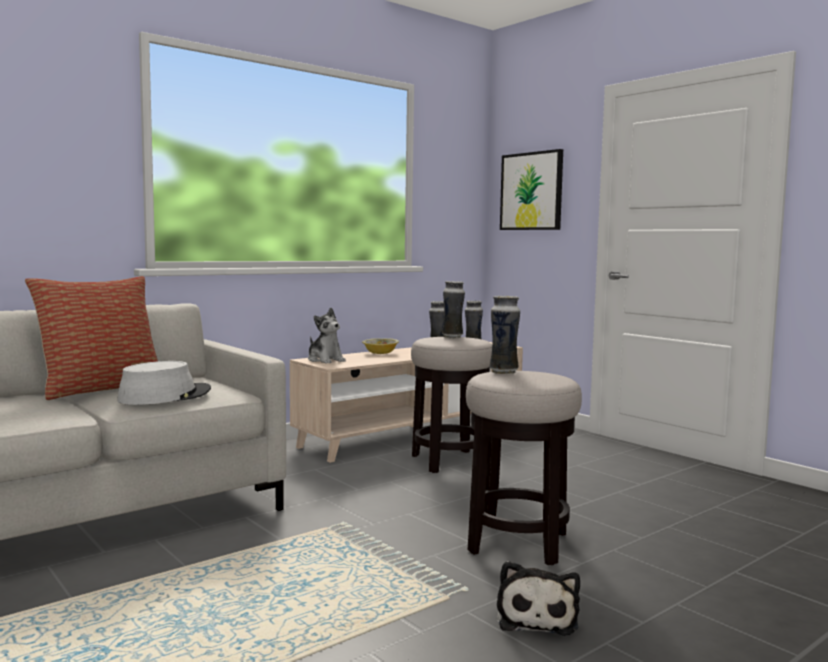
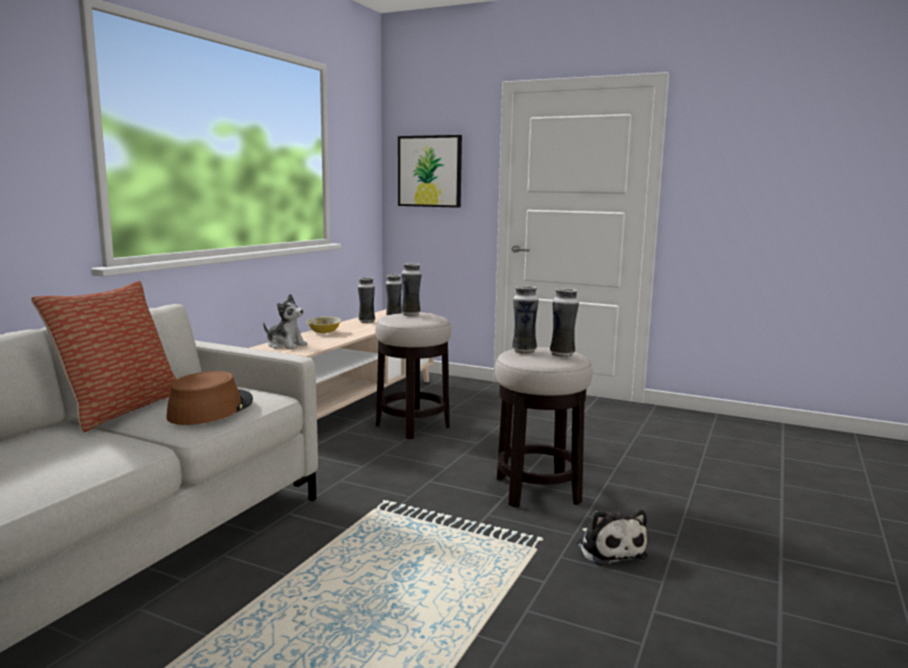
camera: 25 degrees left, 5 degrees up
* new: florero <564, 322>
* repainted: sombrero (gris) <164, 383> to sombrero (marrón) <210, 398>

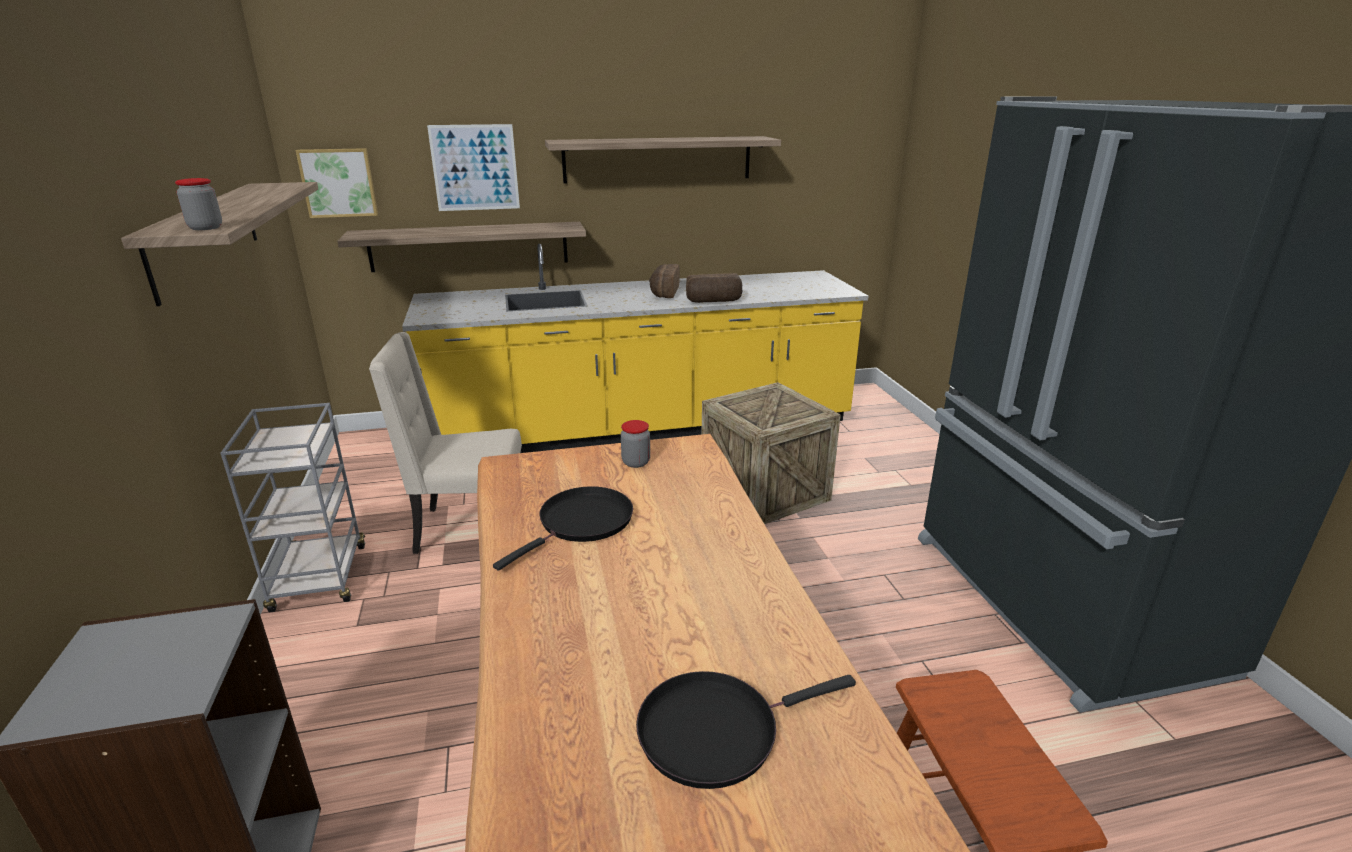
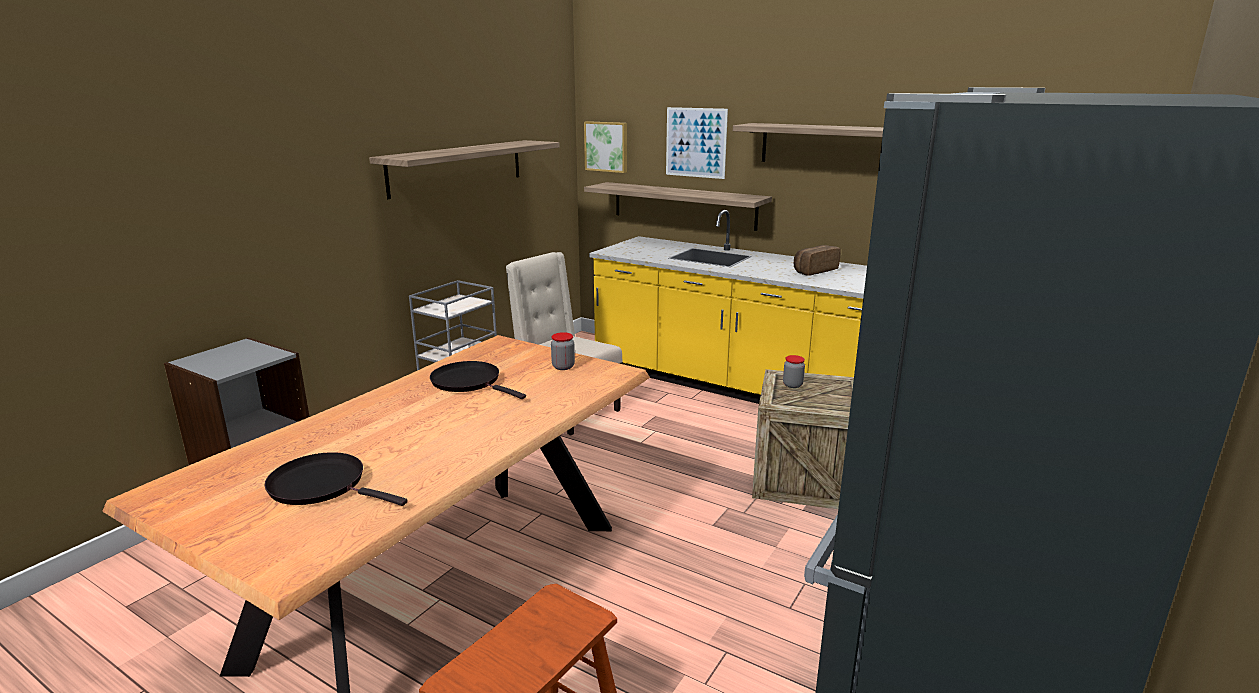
camera: 45 degrees right, 5 degrees down
* gone: pan <714, 288>
* shifted: tarro <198, 204> to <794, 371>
* rotated: sartén (negro) <563, 528> = <478, 380> 135 degrees counterclockwise

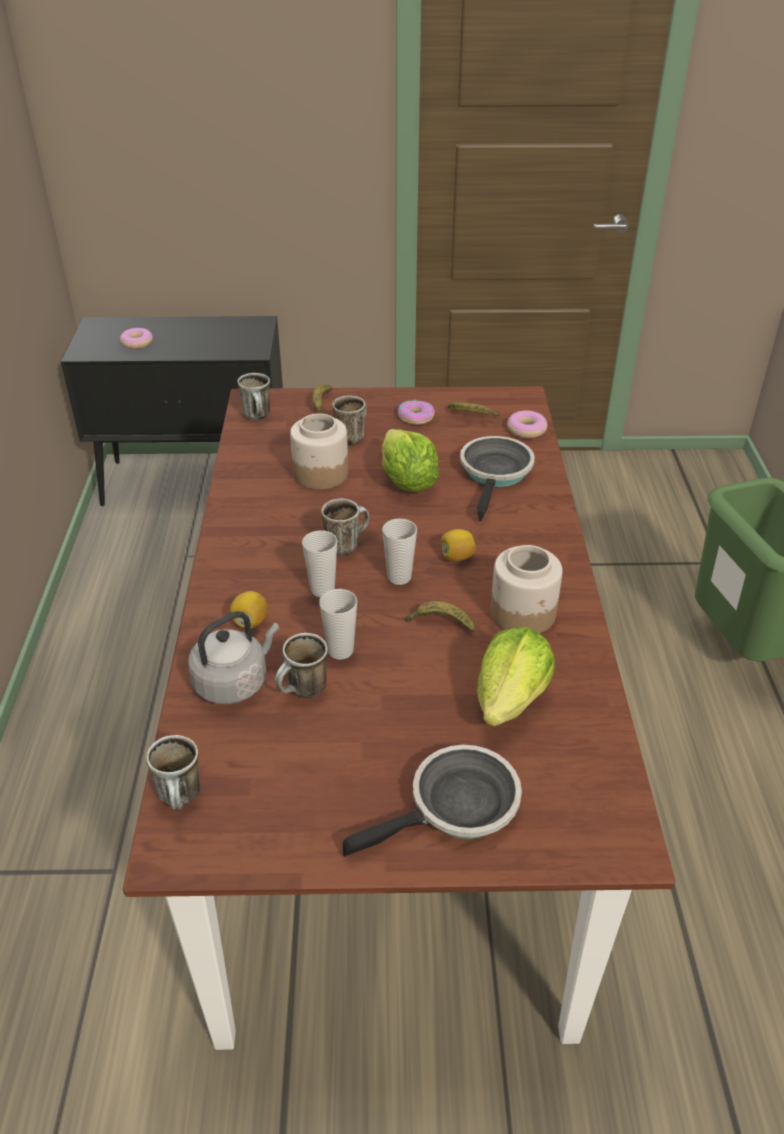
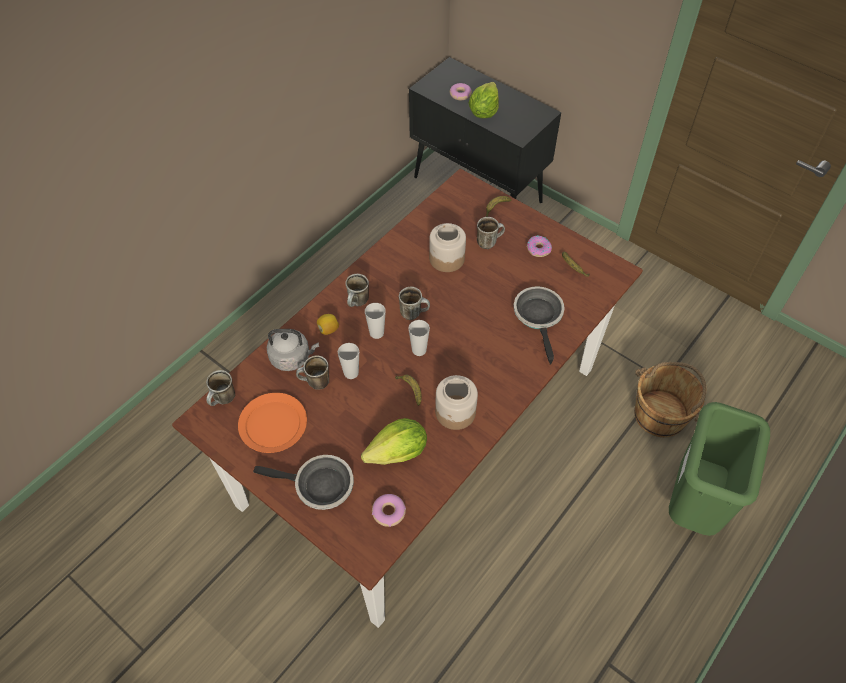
camera: 40 degrees right, 15 degrees up
* gone: limón <458, 545>
* new: plato (naranja) <272, 423>
* new: cubo (marrón) <670, 399>
* shifted: taza grande <253, 396> to <357, 290>
* shifted: lechuga <410, 460> to <483, 100>
* shifted: rosquilla <527, 424> to <389, 510>
* rotated: sartén <497, 478> = <539, 325> 60 degrees counterclockwise

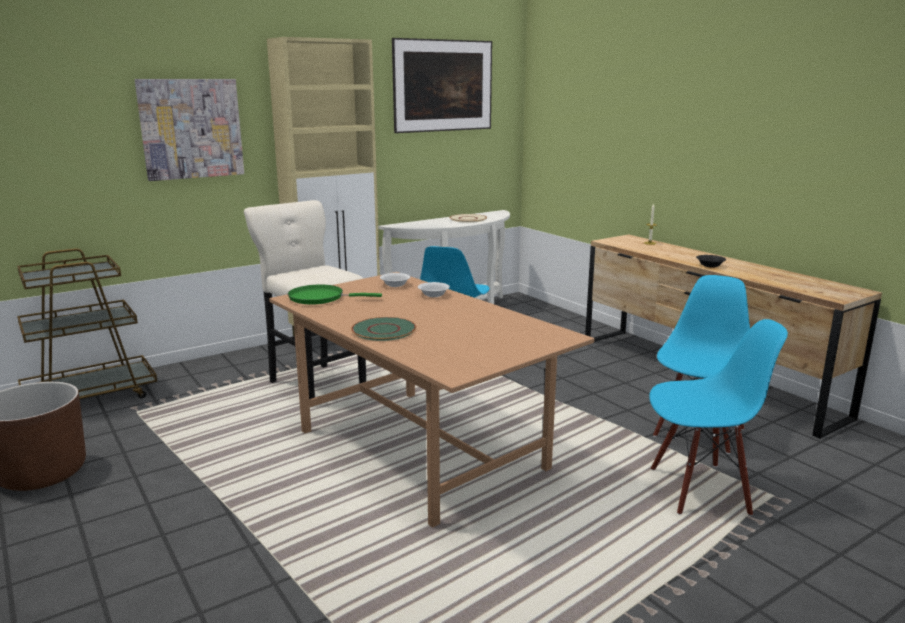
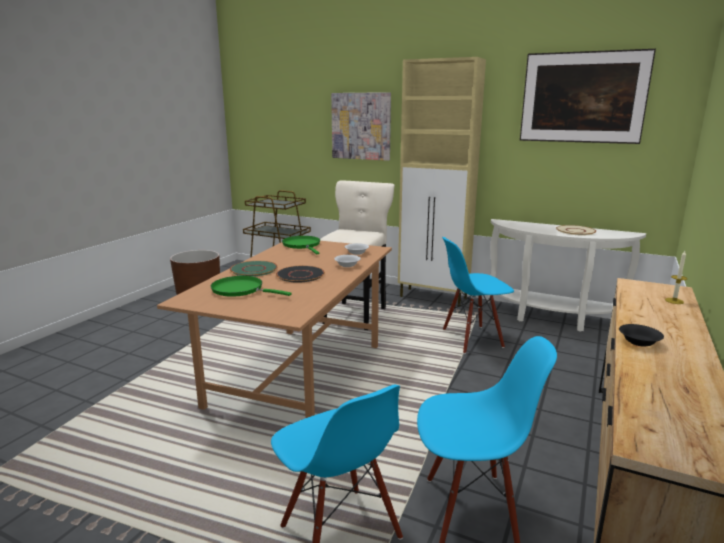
camera: 60 degrees right, 0 degrees up
* new: sartén (verde) <251, 286>
* new: plato (negro) <300, 274>

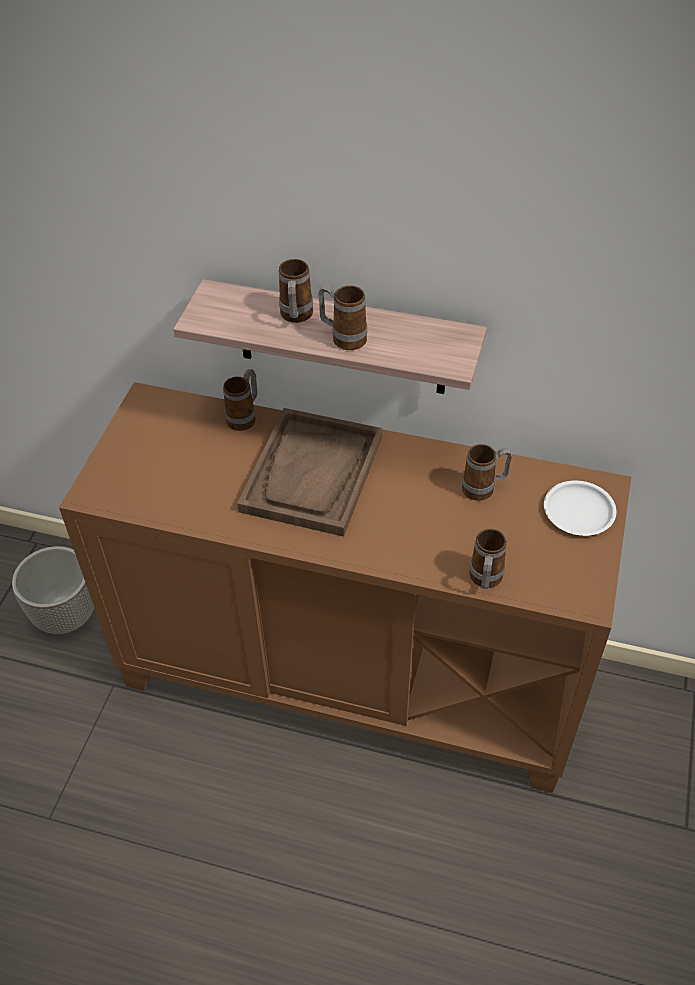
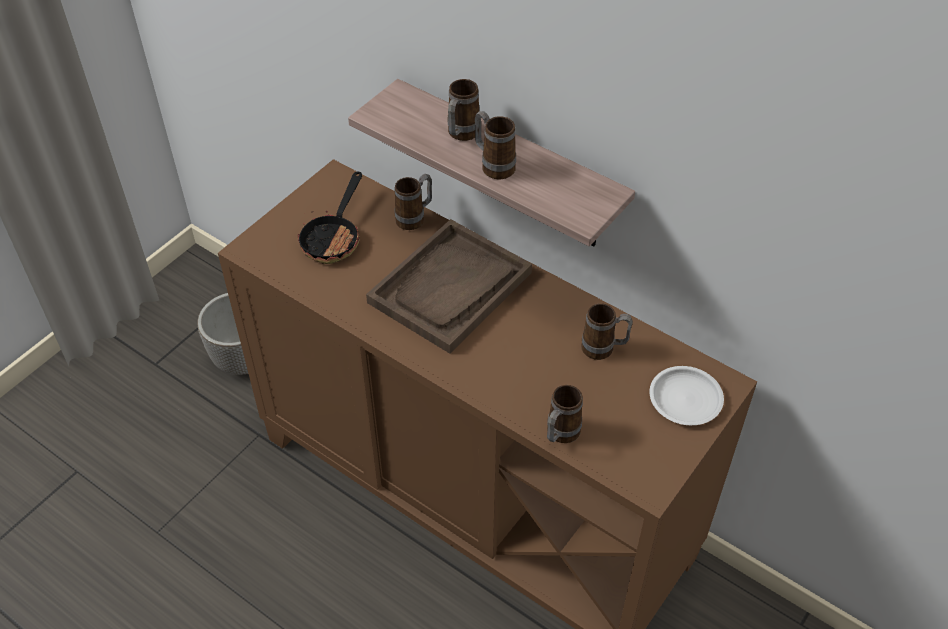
camera: 20 degrees right, 0 degrees up
* new: sartén <330, 218>

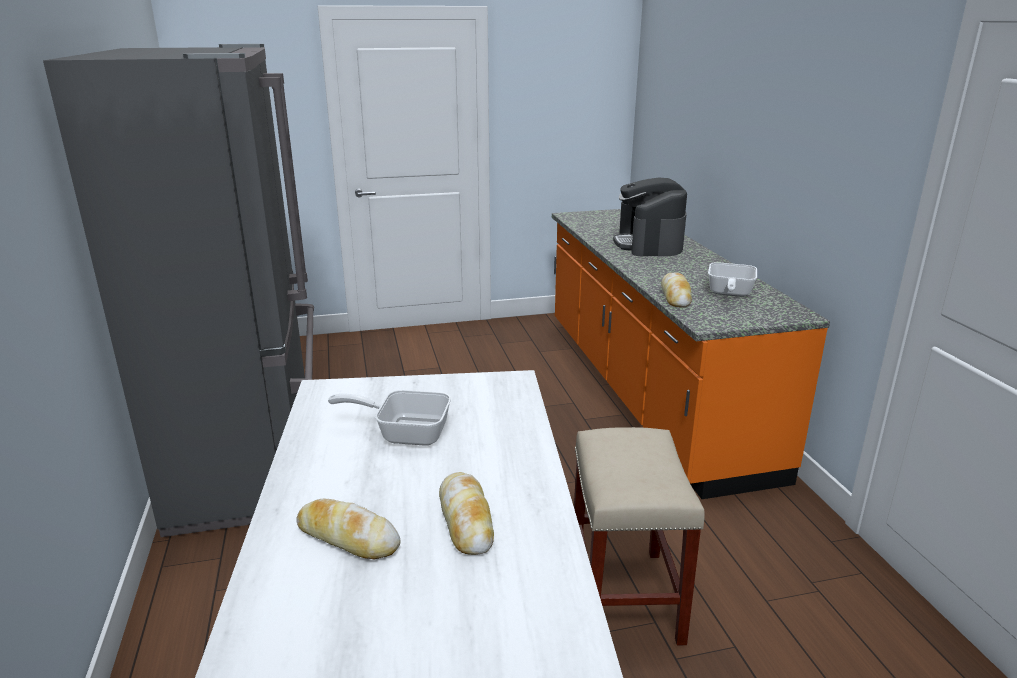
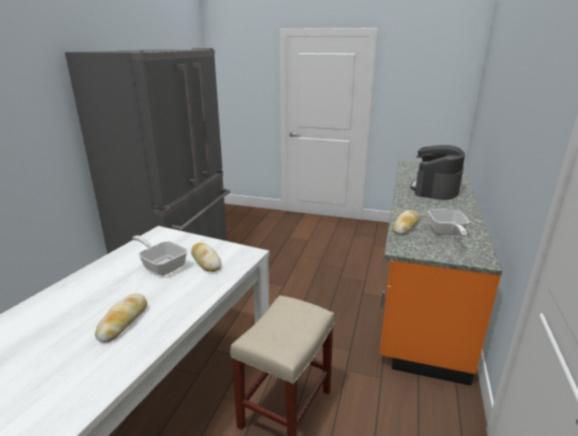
camera: 30 degrees right, 0 degrees up
* shifted: pan <349, 529> to <206, 257>
* rotated: sartén <732, 279> = <449, 223> 45 degrees counterclockwise

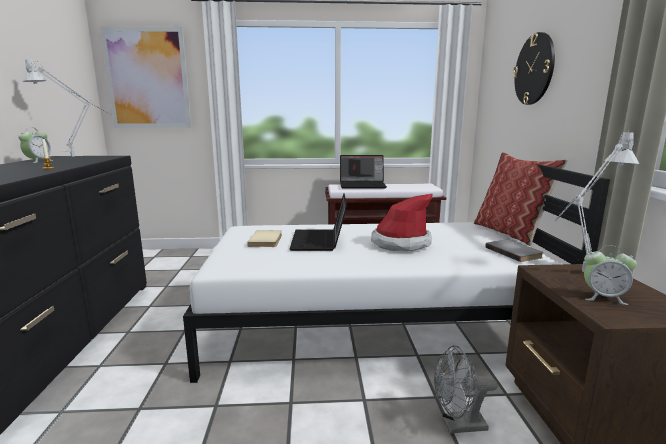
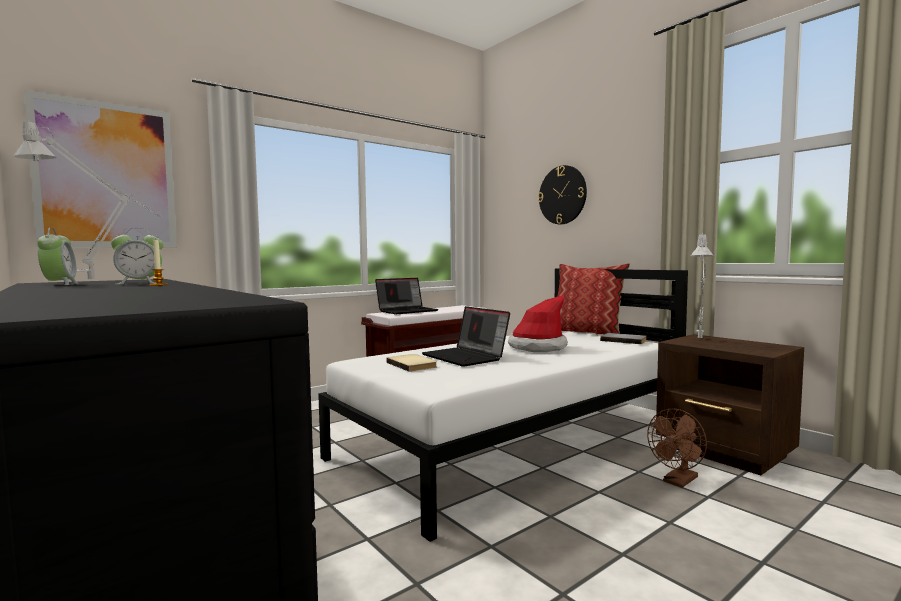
camera: 35 degrees left, 10 degrees down
* shifted: despertador <610, 275> to <137, 256>
* repainted: ventilador (gris) <466, 389> to ventilador (marrón) <677, 448>

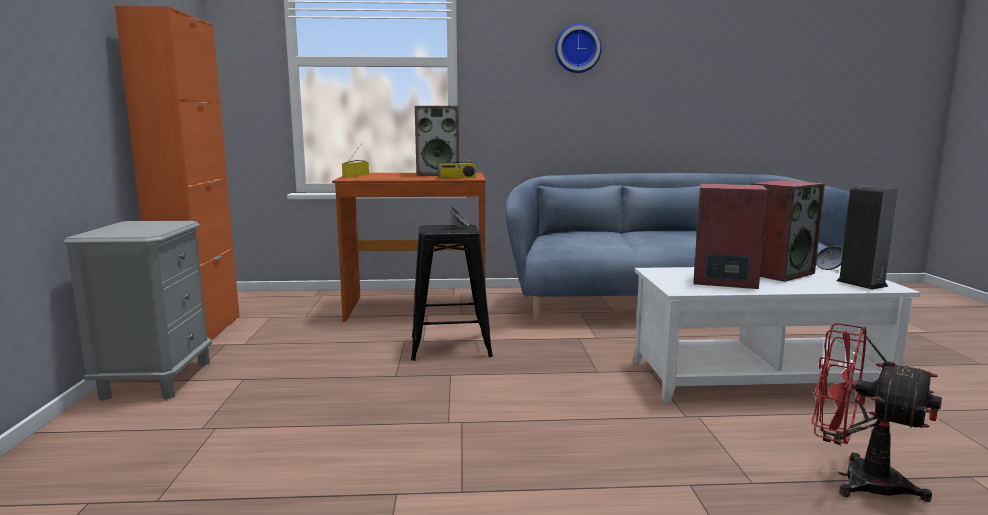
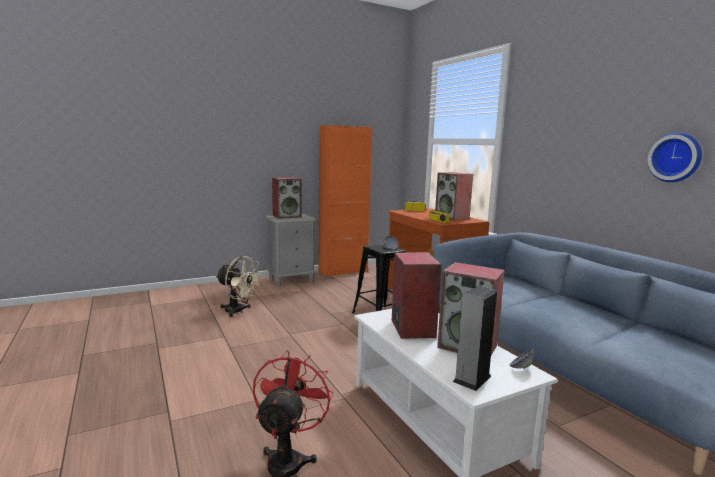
camera: 65 degrees right, 0 degrees up
* new: ventilador (beis) <239, 286>
* new: altavoz <287, 198>
* shifted: reloj de pared <578, 48> to <675, 157>

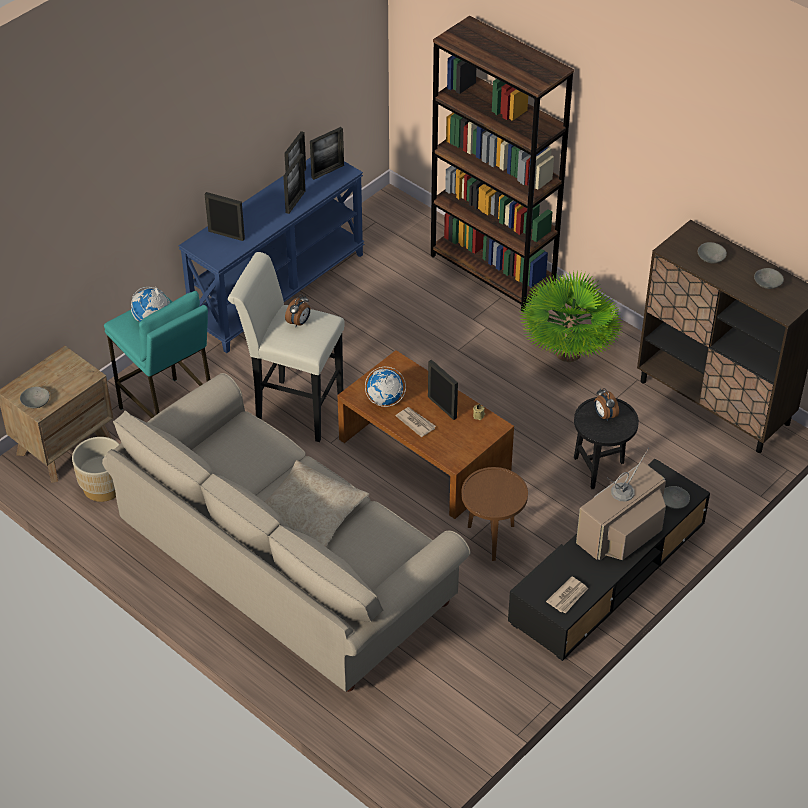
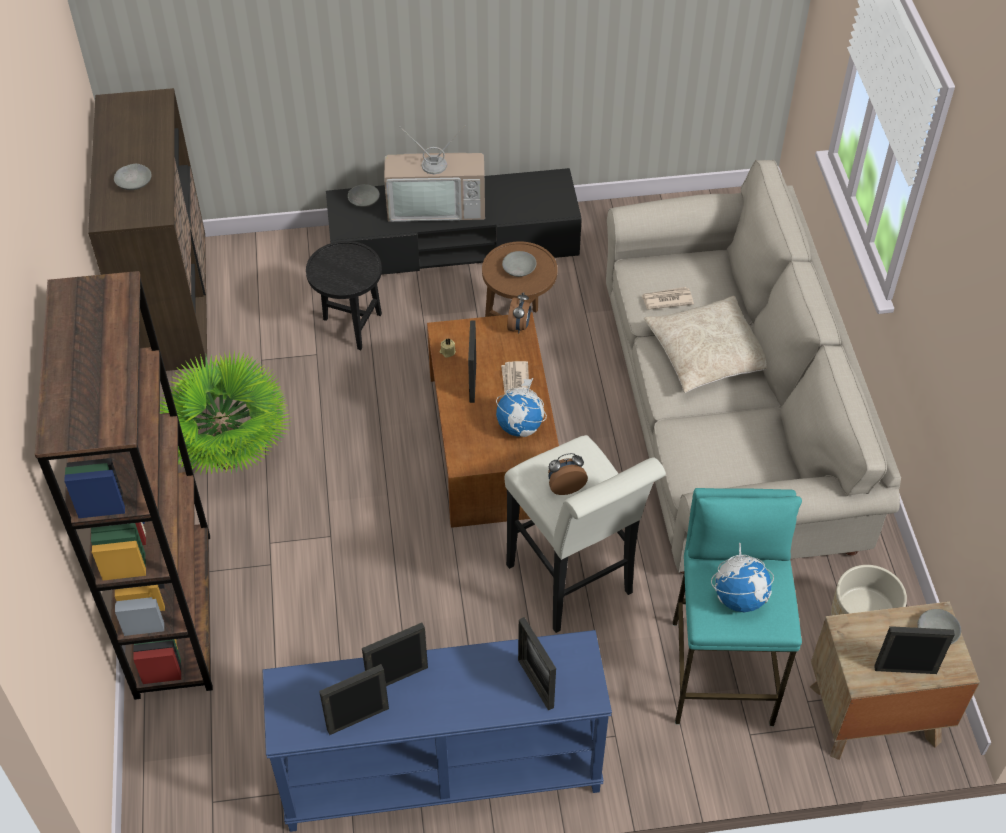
camera: 140 degrees left, 5 degrees up
* shifted: portarretratos <327, 153> to <914, 650>
* shifted: periódico <567, 595> to <667, 298>
* shifted: despertador <606, 404> to <519, 313>
* shifted: cuenco (gris) <769, 278> to <519, 264>

